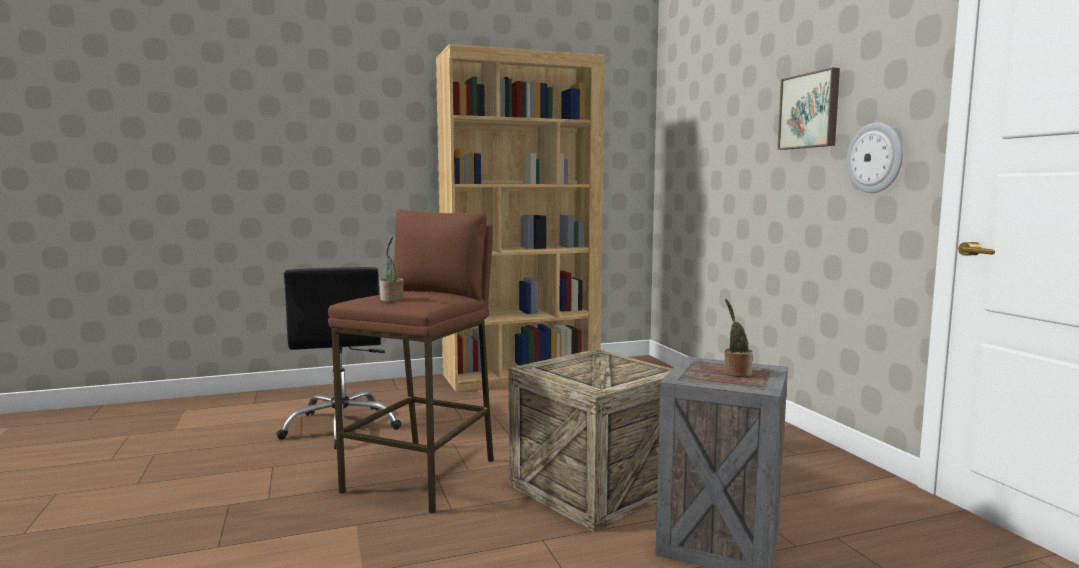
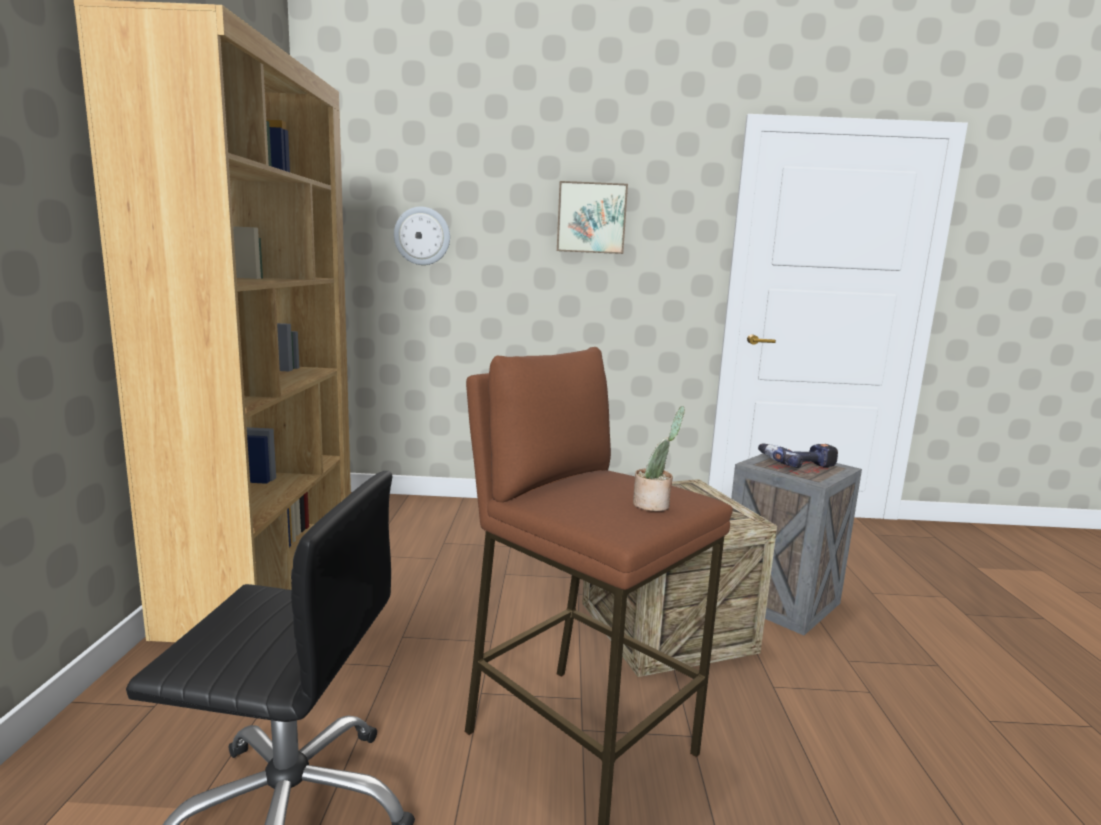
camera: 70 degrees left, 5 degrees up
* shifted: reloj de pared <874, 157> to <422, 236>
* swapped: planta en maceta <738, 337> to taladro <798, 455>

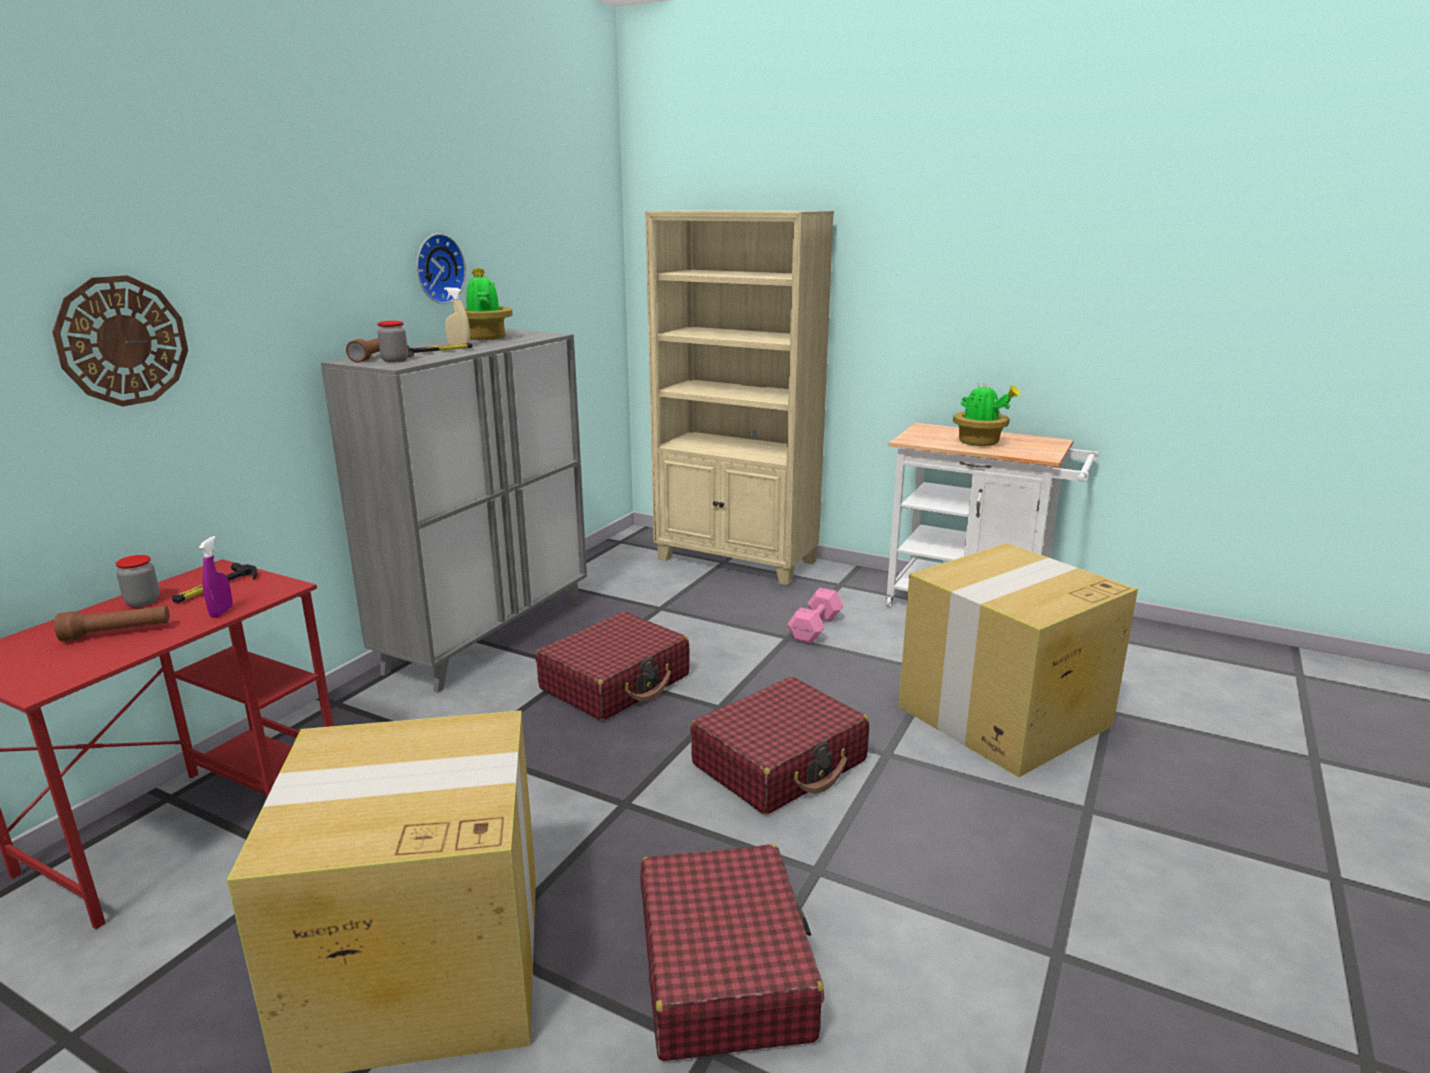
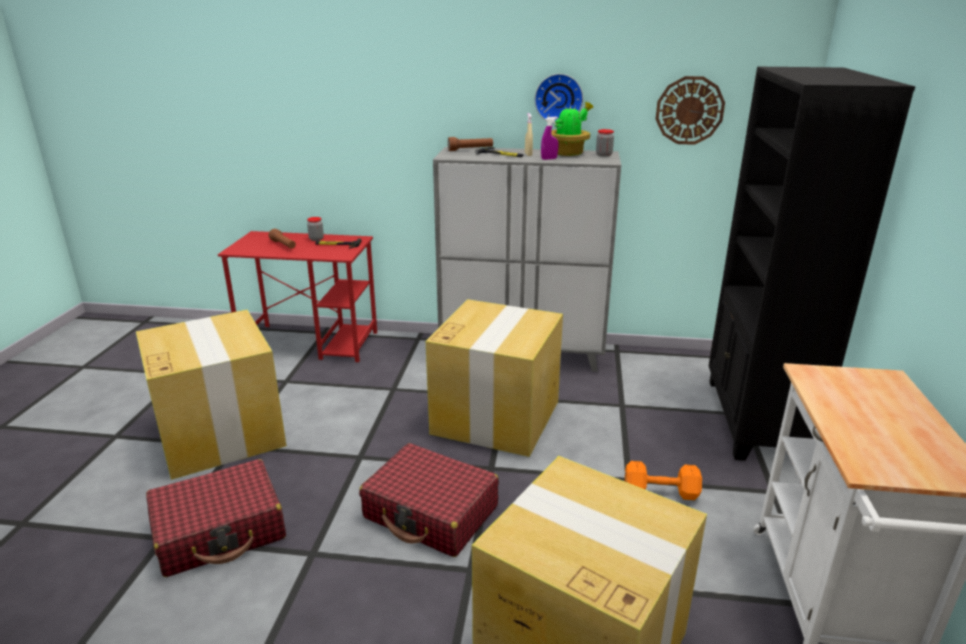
camera: 70 degrees right, 5 degrees up
* gone: planta en maceta <987, 414>
* shifted: reloj de pared <120, 341> to <690, 110>
* shifted: pulverizador (morado) <215, 577> to <549, 138>
* shifted: tarro <392, 341> to <605, 143>
* swapped: maleta (rojo) <613, 666> to caja de cartón <494, 378>
* repainted: estantería (beis) <739, 398> to estantería (negro) <812, 264>
* repainted: mancuerna (rosa) <815, 616> to mancuerna (naranja) <663, 480>

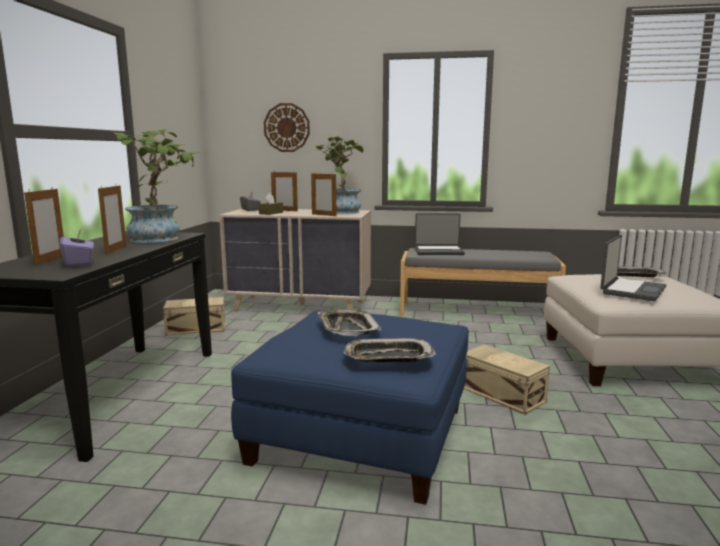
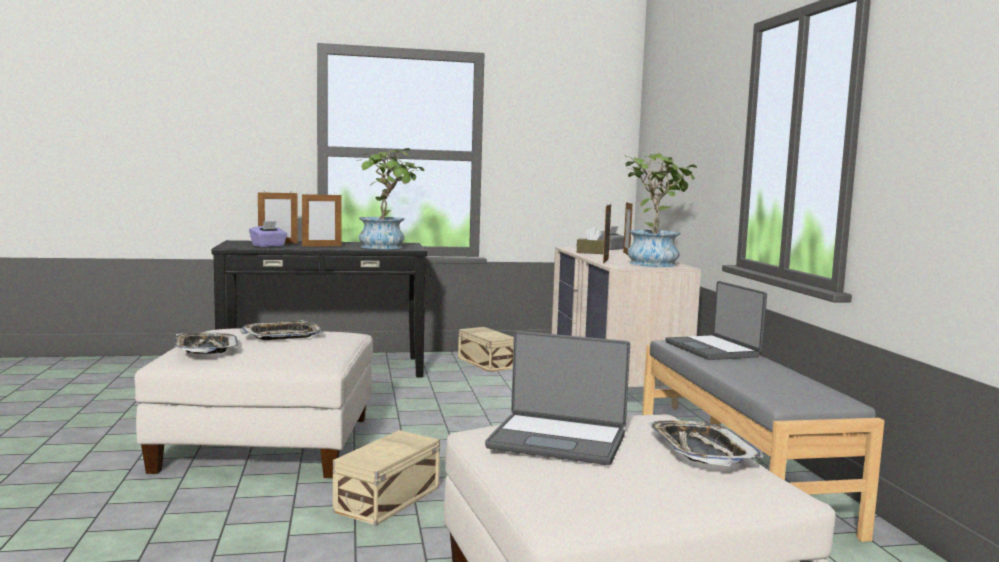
camera: 70 degrees right, 5 degrees down
* gone: reloj de pared <287, 127>
* repainted: puf (azul) <350, 408> to puf (blanco) <253, 403>

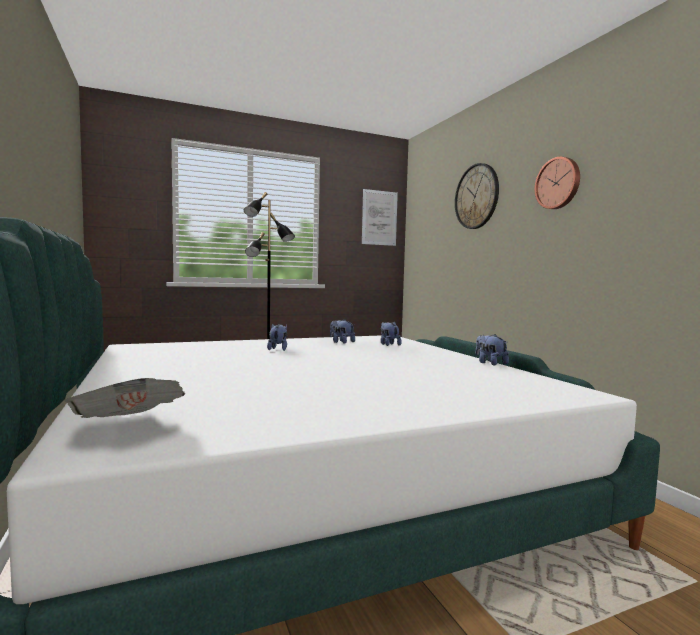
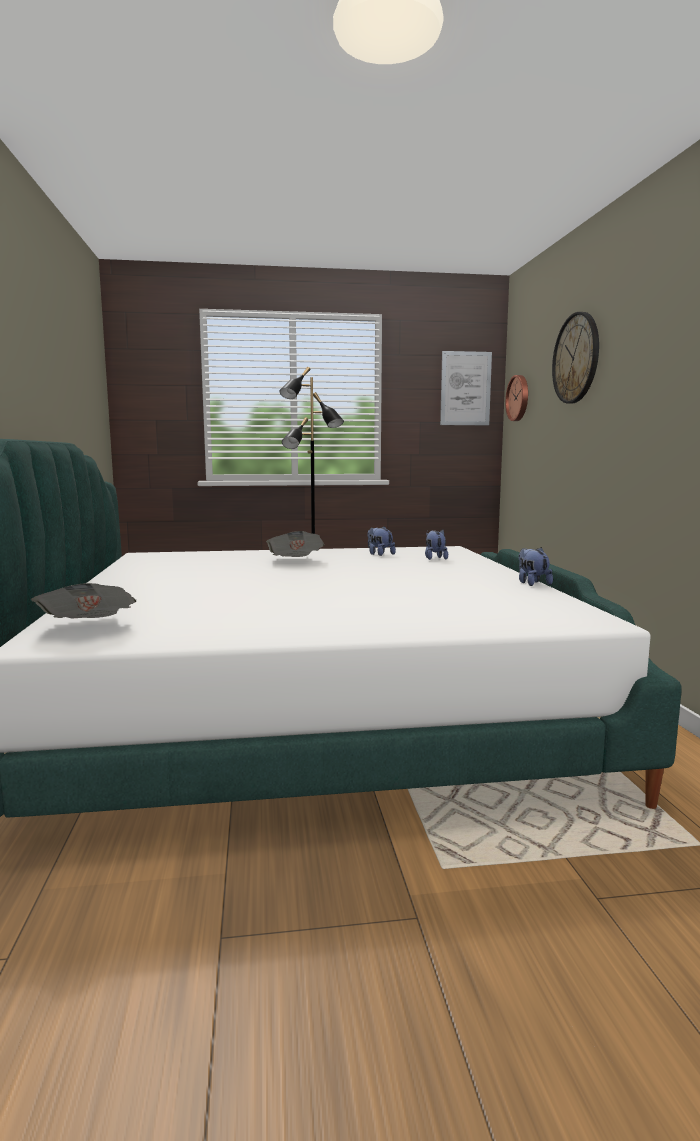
camera: 15 degrees right, 5 degrees up
* shifted: reloj de pared <557, 183> to <516, 398>
* swapped: peluche <277, 337> to periódico <295, 544>

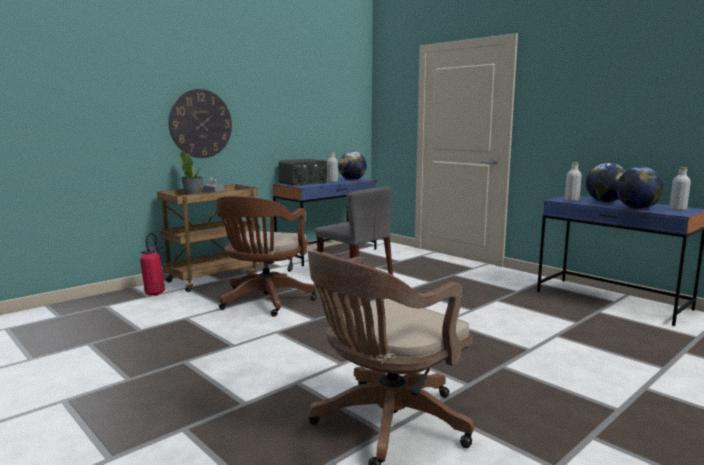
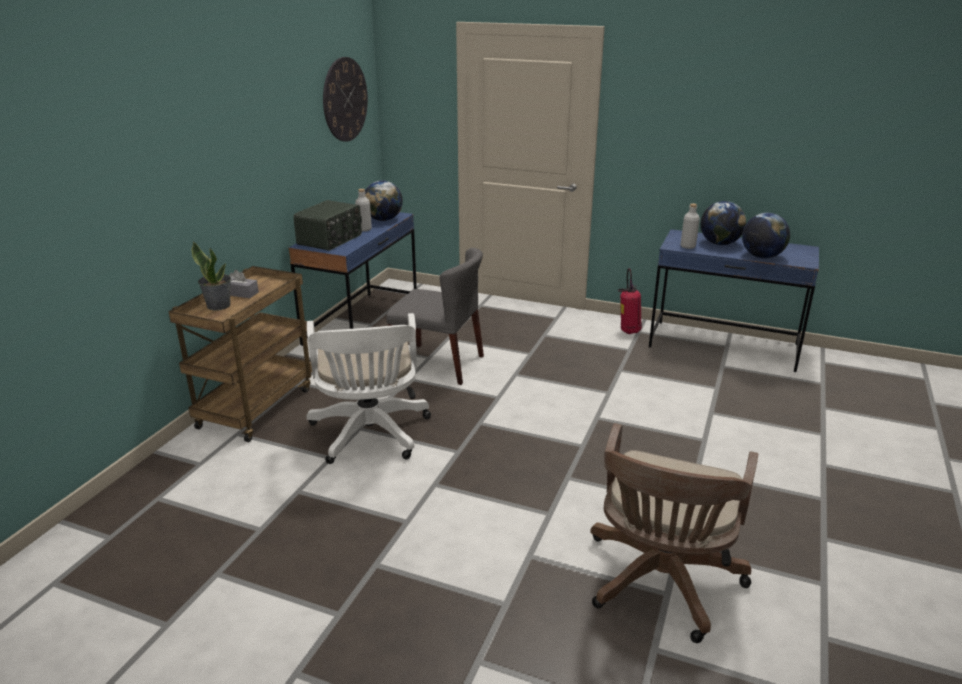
camera: 25 degrees left, 15 degrees up
* gone: botella (gris) <680, 189>
* shifted: extintor <152, 264> to <630, 301>
* shifted: reloj de pared <200, 123> to <345, 99>
* repainted: silla de oficina (marrón) <266, 256> to silla de oficina (blanco) <368, 388>

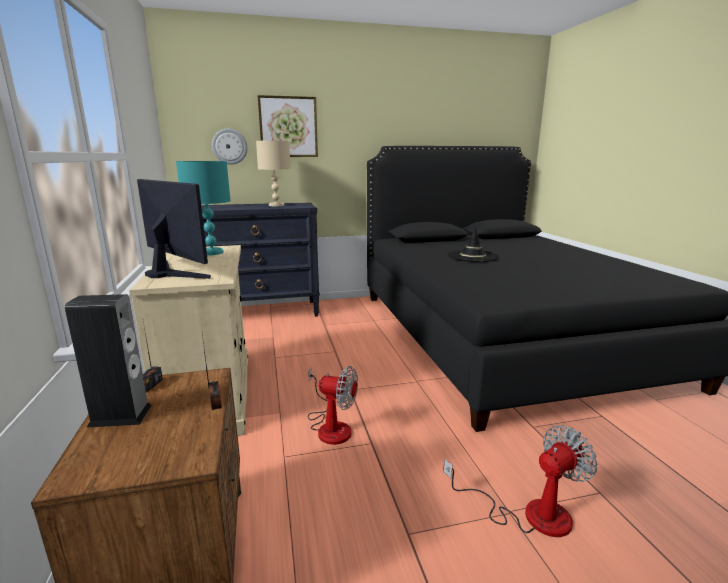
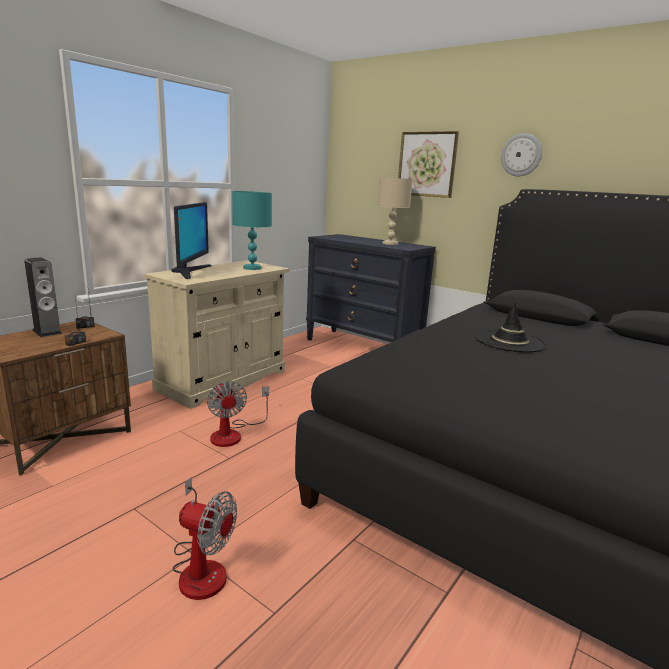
camera: 50 degrees right, 0 degrees up
* shifted: reloj de pared <230, 146> to <521, 154>

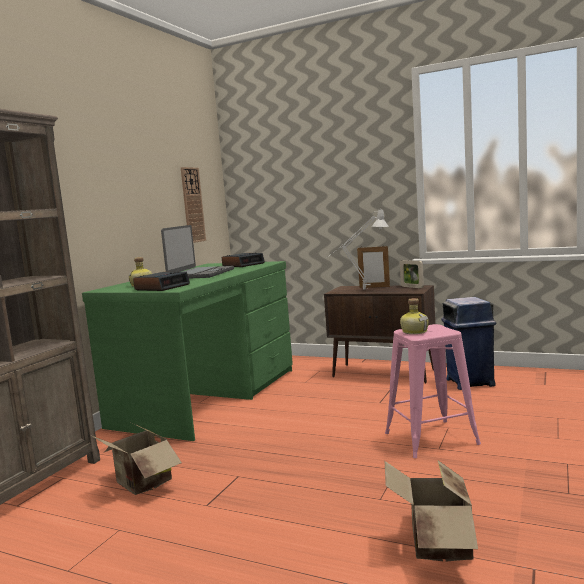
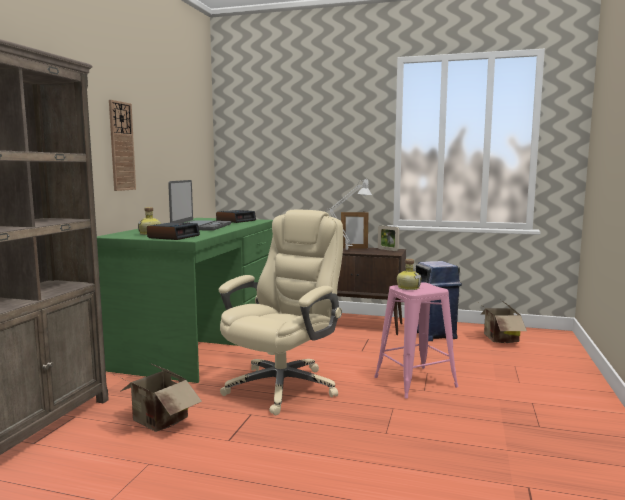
camera: 10 degrees left, 0 degrees up
* new: silla de oficina (beis) <281, 313>
* shifted: reloj de pared <193, 205> to <122, 145>
* shifted: caja de cartón <431, 510> to <501, 321>

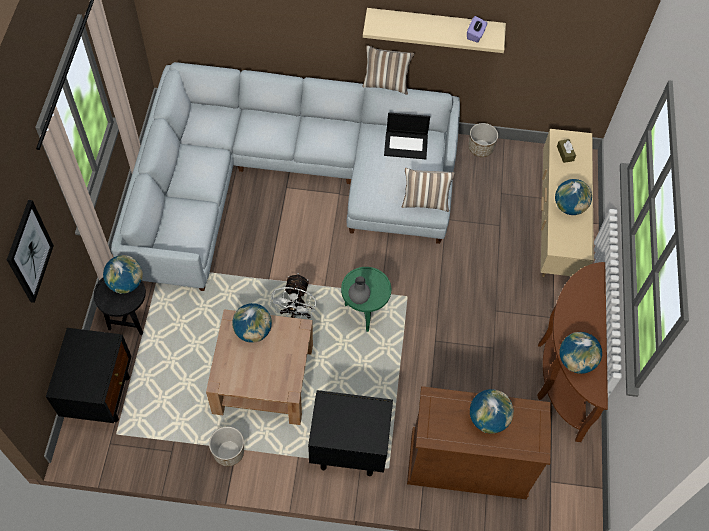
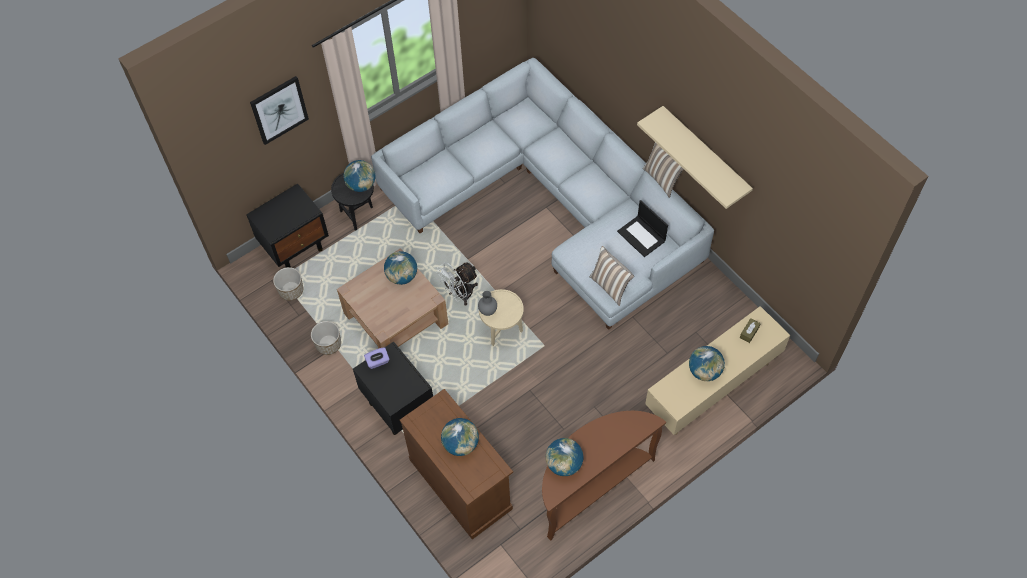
camera: 50 degrees right, 0 degrees up
* shifted: caja de pañuelos (morado) <477, 29> to <376, 358>
* shifted: maceta <483, 140> to <288, 284>
* repainted: mesa auxiliar (verde) <366, 299> to mesa auxiliar (beis) <501, 317>

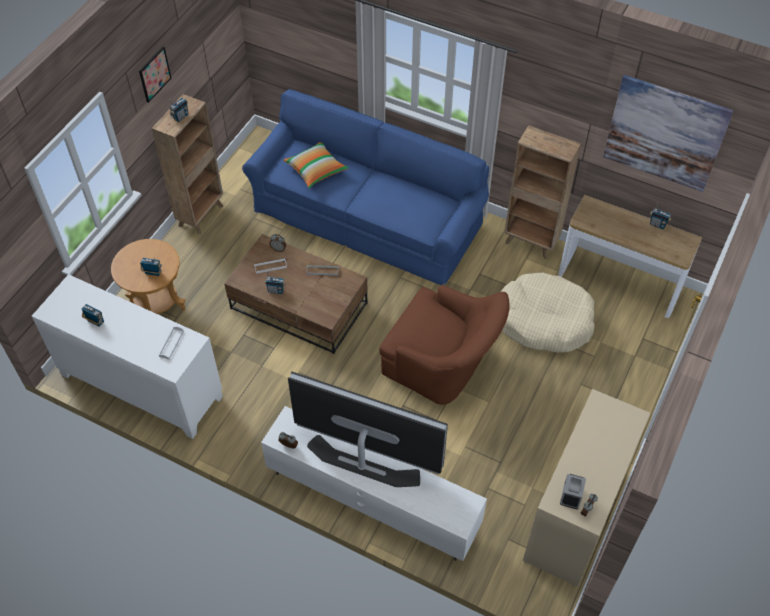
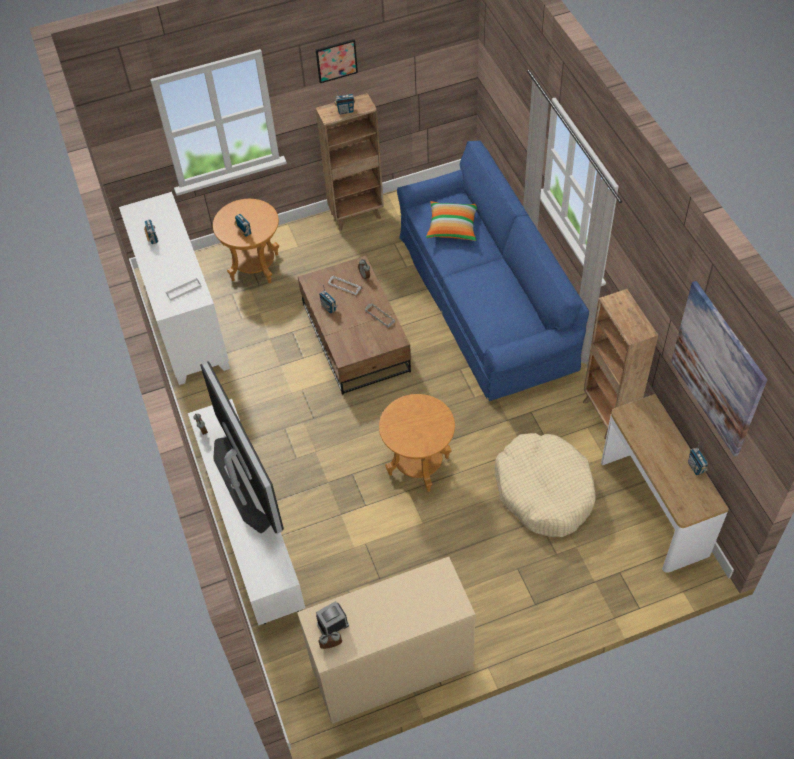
camera: 45 degrees right, 0 degrees up
* swapped: sillón (marrón) <444, 345> to mesa auxiliar (marrón) <417, 443>

